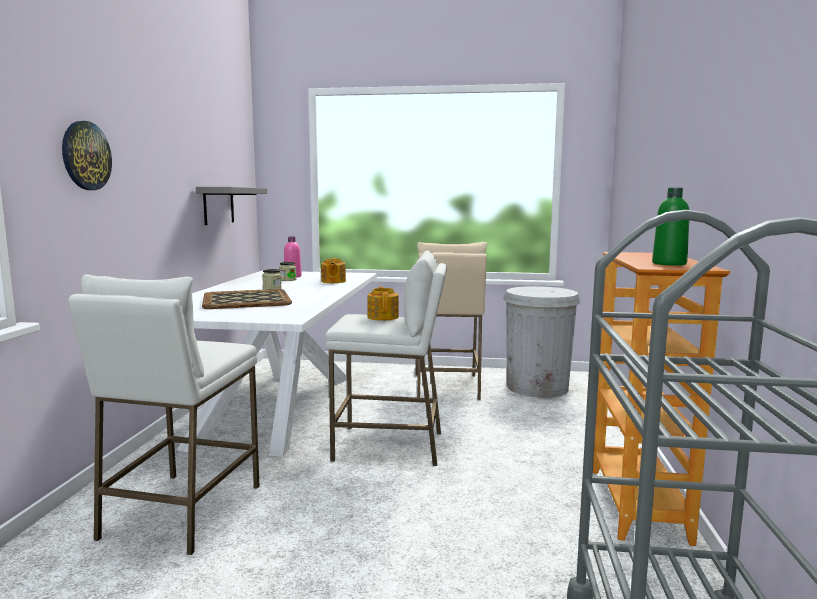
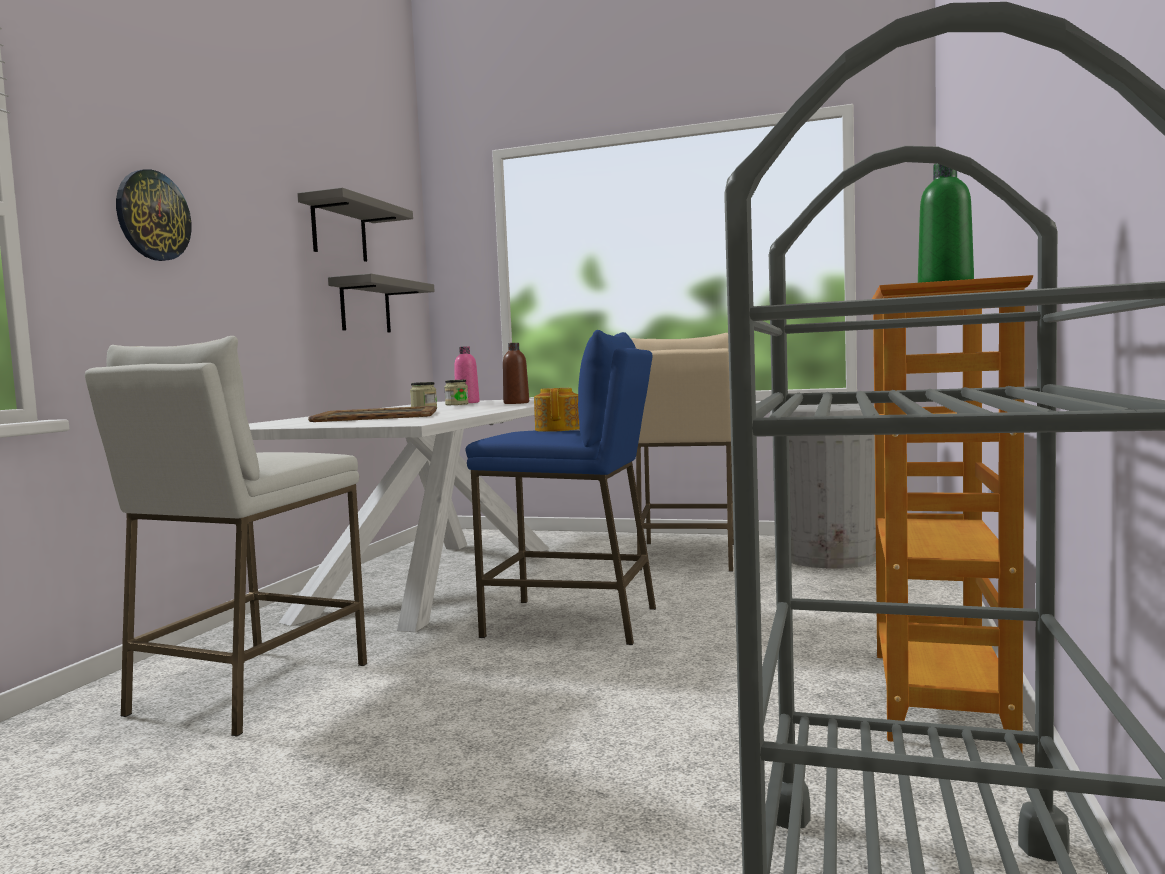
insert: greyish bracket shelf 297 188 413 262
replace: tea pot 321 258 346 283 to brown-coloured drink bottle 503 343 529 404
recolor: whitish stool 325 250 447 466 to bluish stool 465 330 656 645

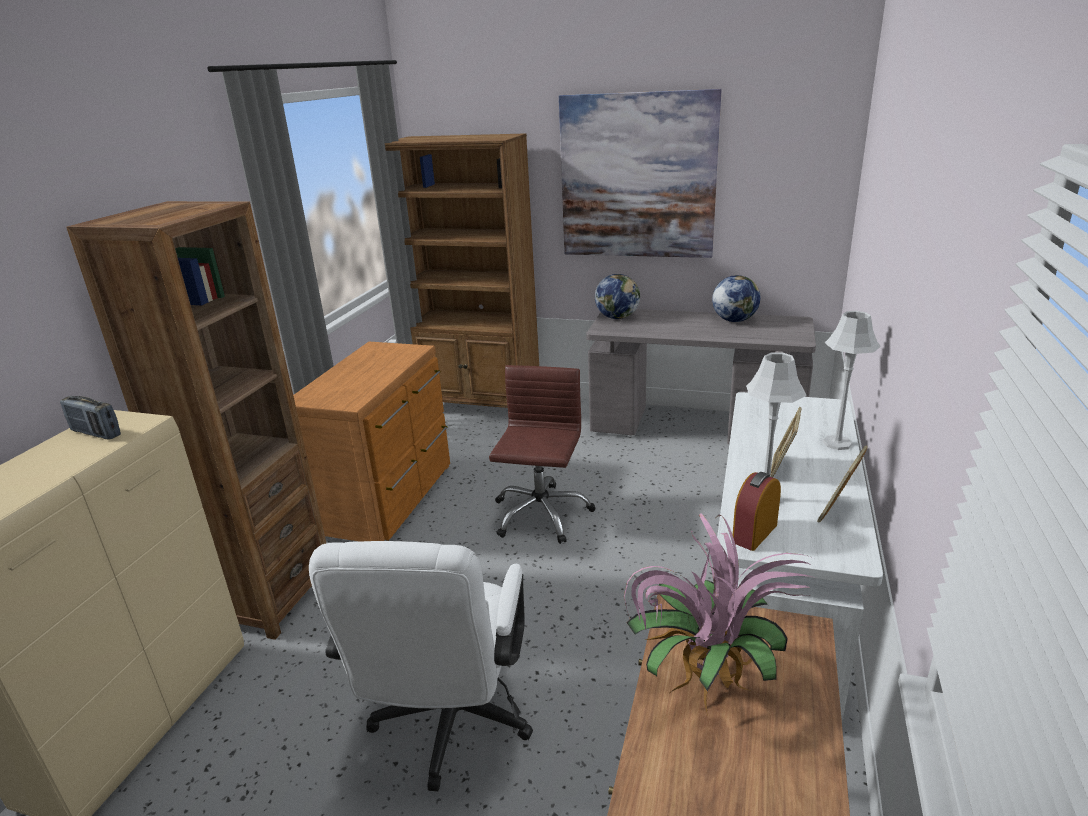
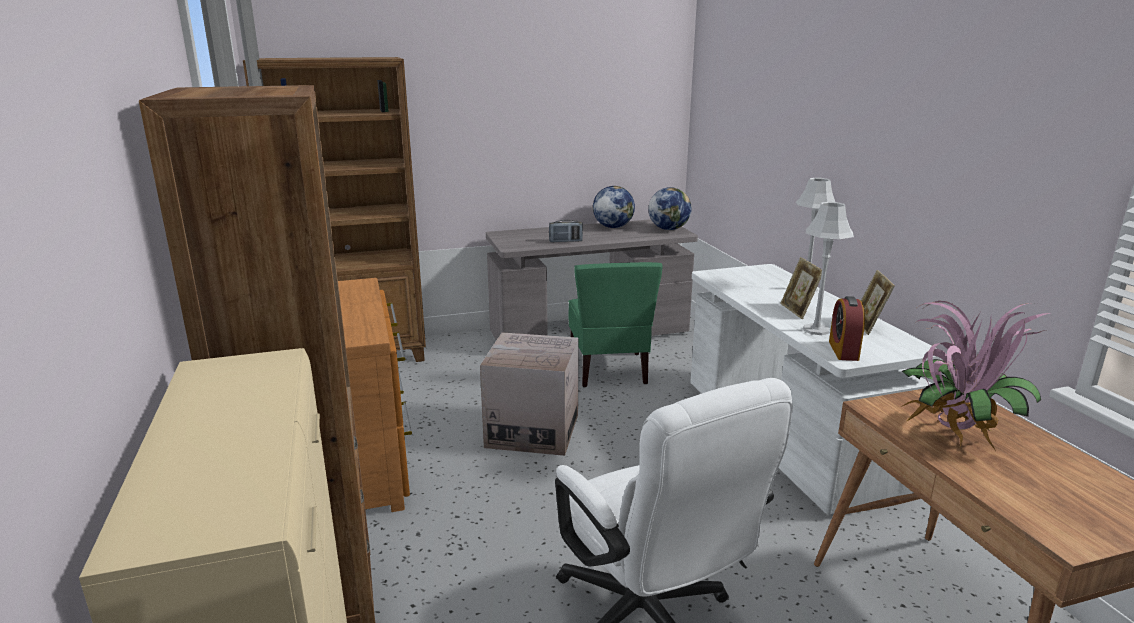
delete: wall art 559 89 722 258
insert: greenish plain chair 568 262 663 387
move: radio set 60 396 121 440 to 549 220 583 242; globe 595 274 640 319 to 648 187 692 230
replace: brown-coloured computer chair 489 365 596 544 to packing box 480 332 579 456

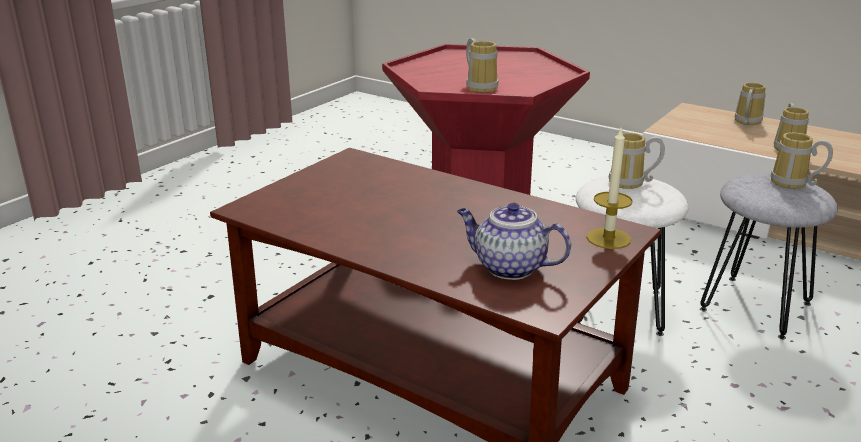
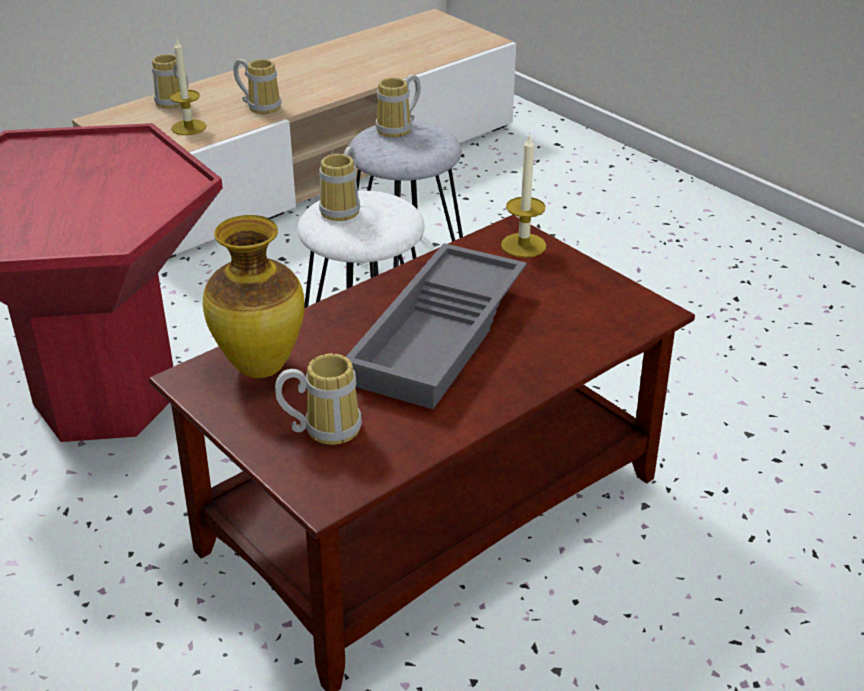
delete: tea pot 457 203 571 280
insert: candle 169 40 206 135; vase 203 215 304 378; greyish carrying tray 346 243 527 409
move: tea mug 466 38 498 93 to 275 353 362 445

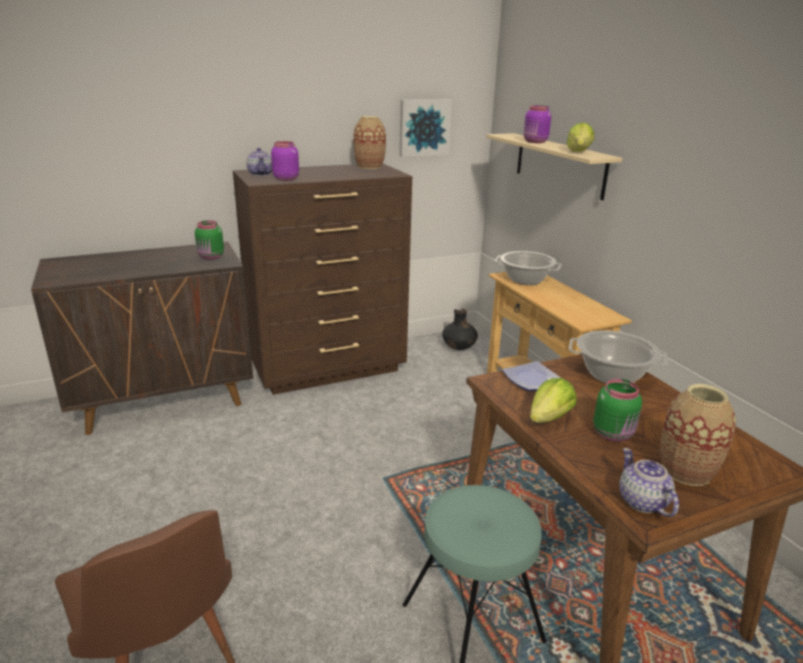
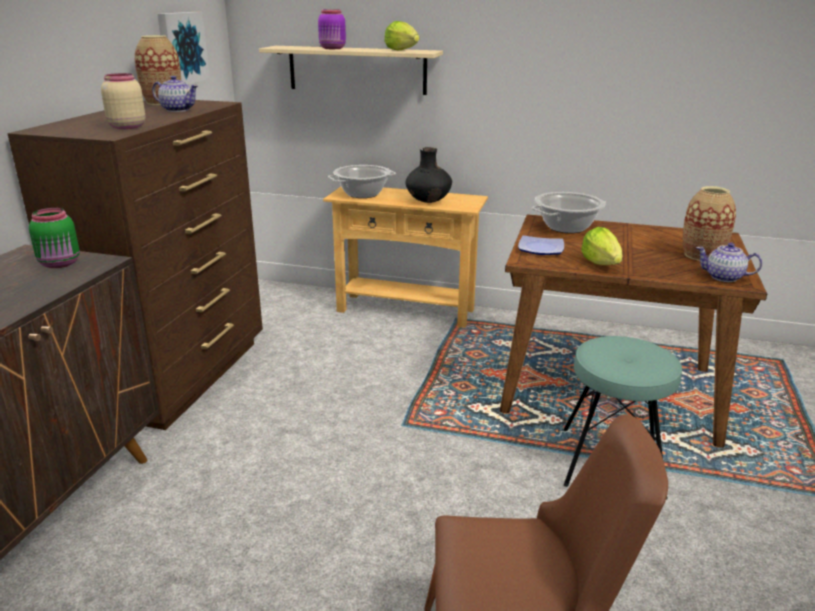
delete: greenish storage jar 593 379 642 441
move: tea pot 246 148 272 176 to 152 76 198 112; black-coloured vase 442 308 478 350 to 405 147 452 203
recolor: purple-coloured storage jar 271 141 299 181 to sand-coloured storage jar 101 73 145 129

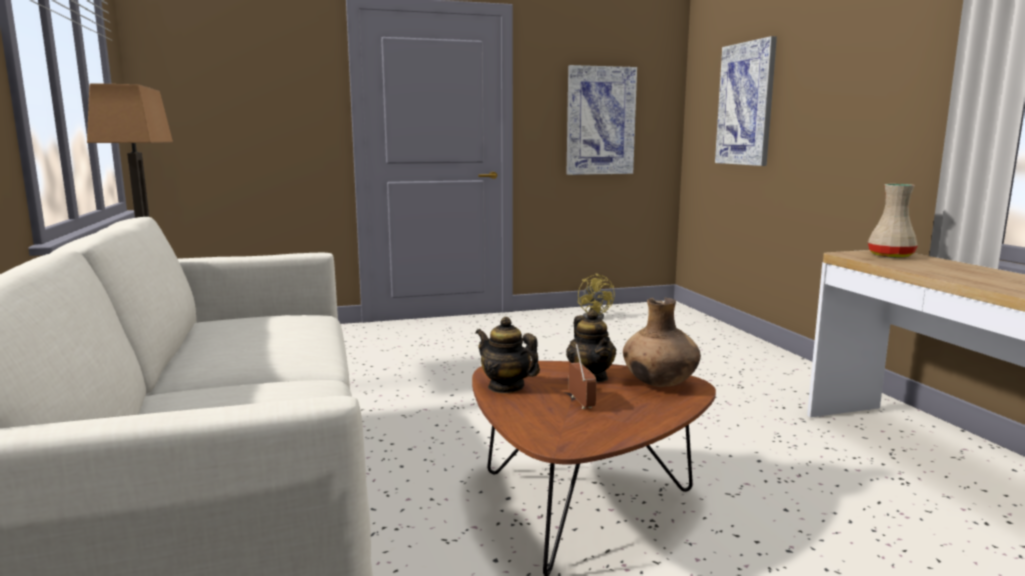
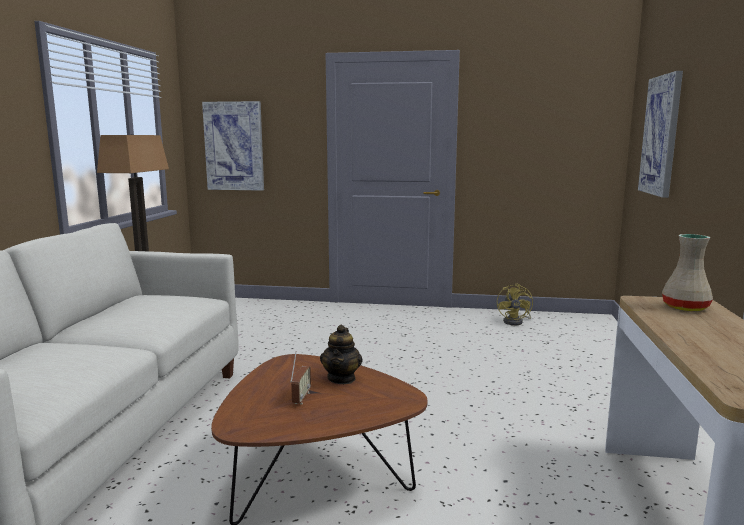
delete: tea pot 476 317 540 393; brown-coloured vase 623 298 701 387
move: wall art 567 65 637 175 to 202 101 264 191

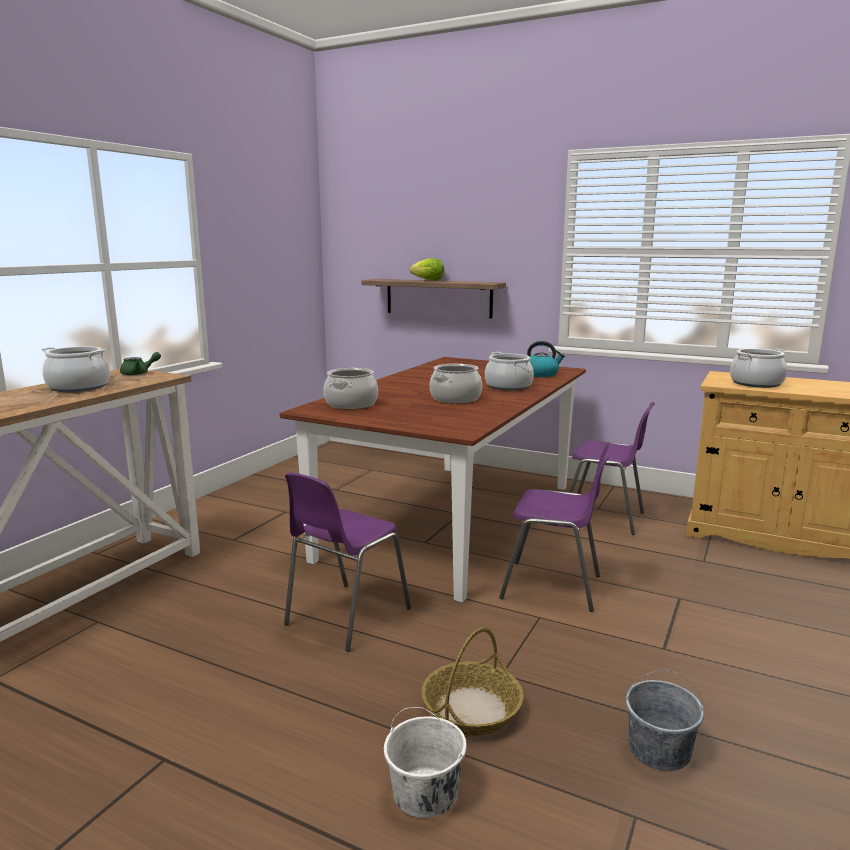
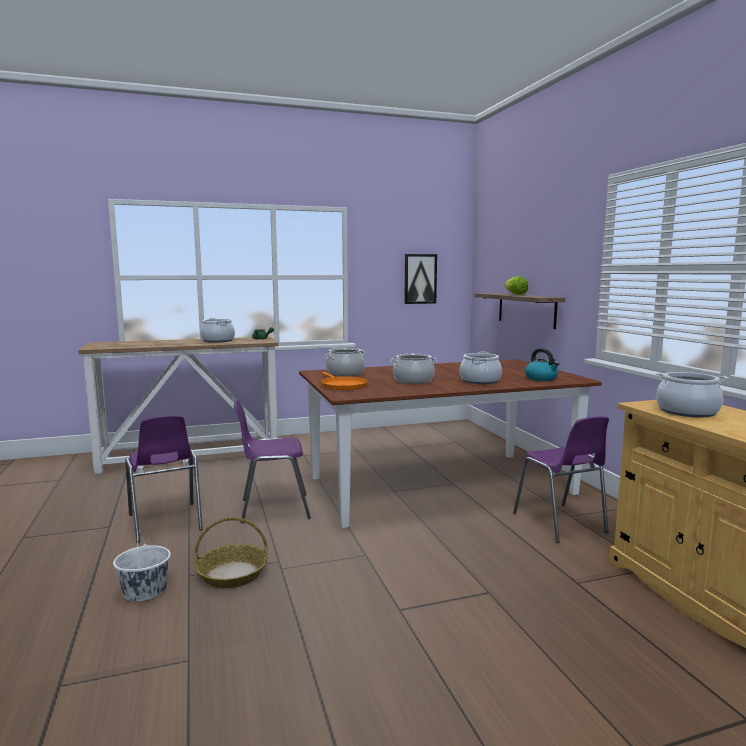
delete: greyish bucket 625 670 704 771
insert: orangey skillet 321 372 368 390; wall art 404 254 437 304
move: purple-coloured plain chair 499 442 612 612 to 125 415 203 542

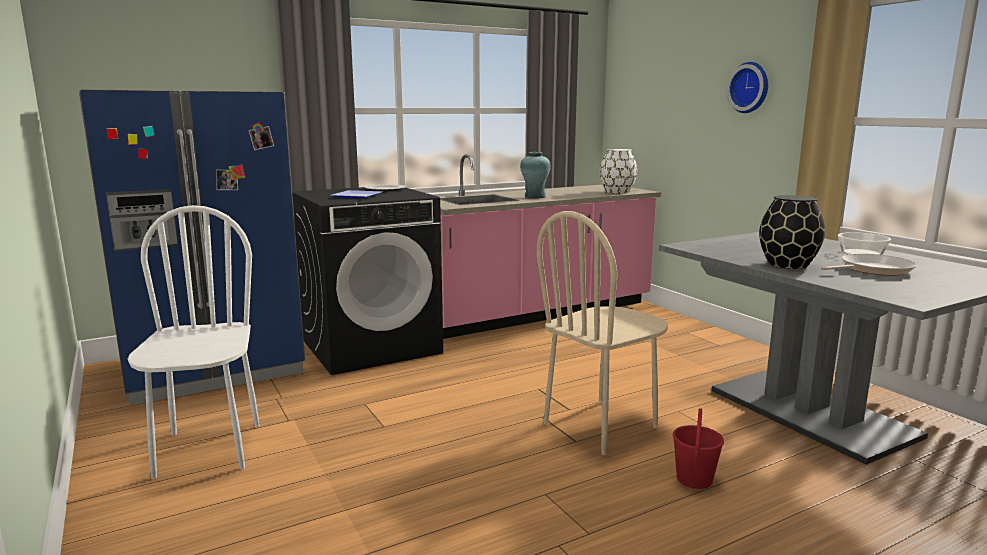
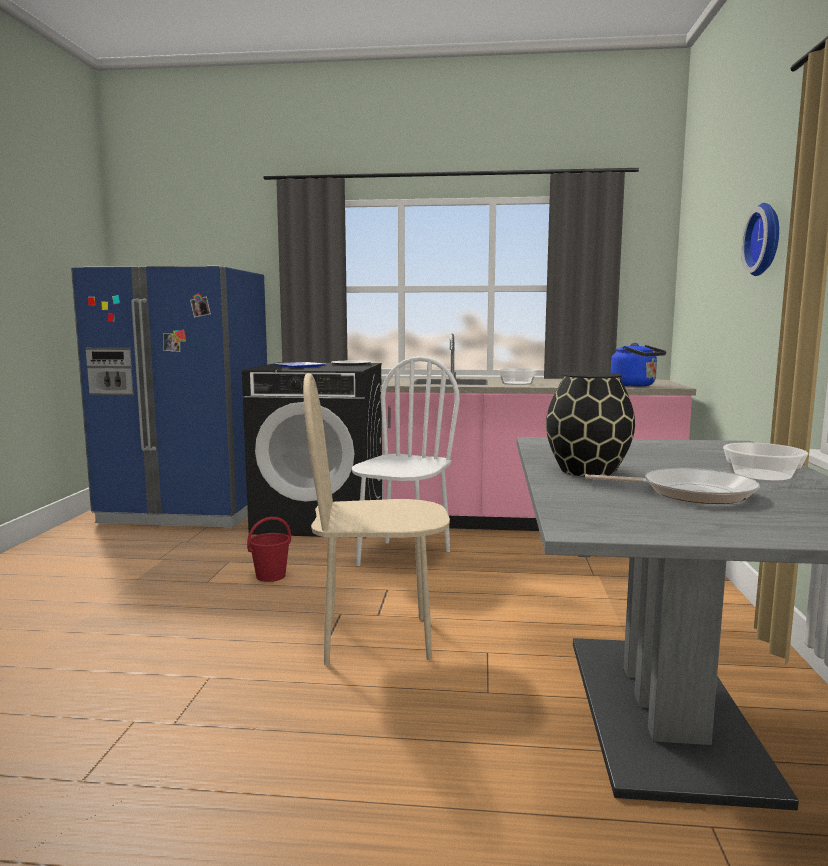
move: whitish plain chair 128 205 260 479 to 352 356 460 566; red-coloured bucket 673 408 724 489 to 247 517 291 582
replace: turquoise-coloured vase 520 152 551 198 to bowl 498 368 537 385; whitish vase 600 149 637 194 to bluish kettle 611 343 666 387

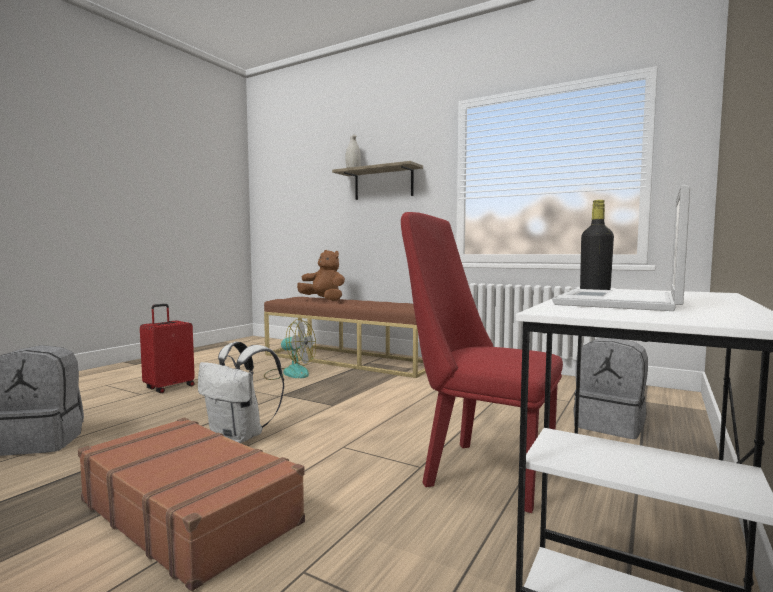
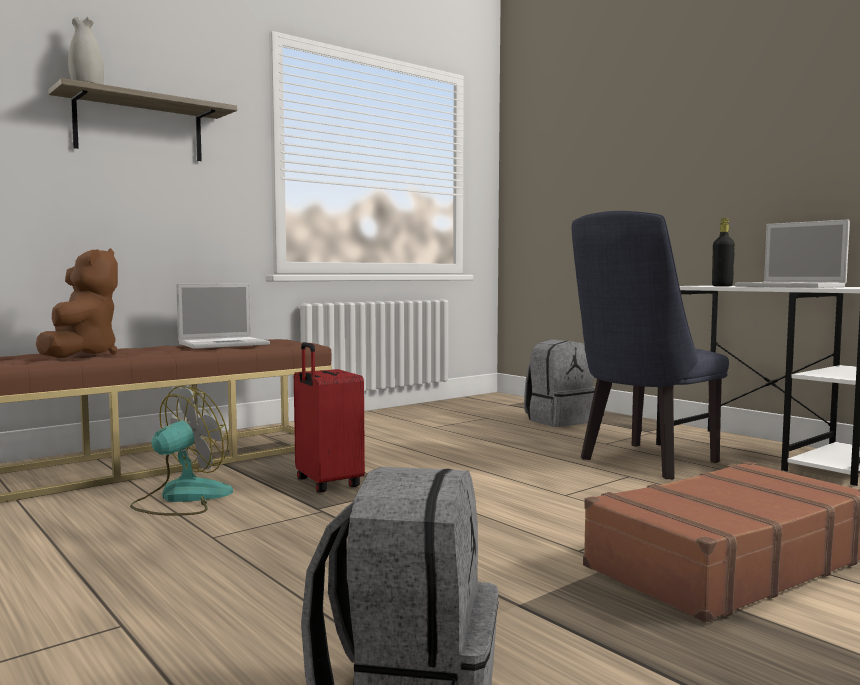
delete: whitish backpack 198 342 284 443
insert: notebook computer 176 283 270 349
move: red-coloured piece of luggage 140 304 195 393 to 294 342 365 493
recolor: red-coloured plain chair 401 212 563 513 to bluish plain chair 571 211 729 479
rotate: brown-coloured cuddly toy 297 250 345 301 = 36 248 118 358 120 degrees clockwise

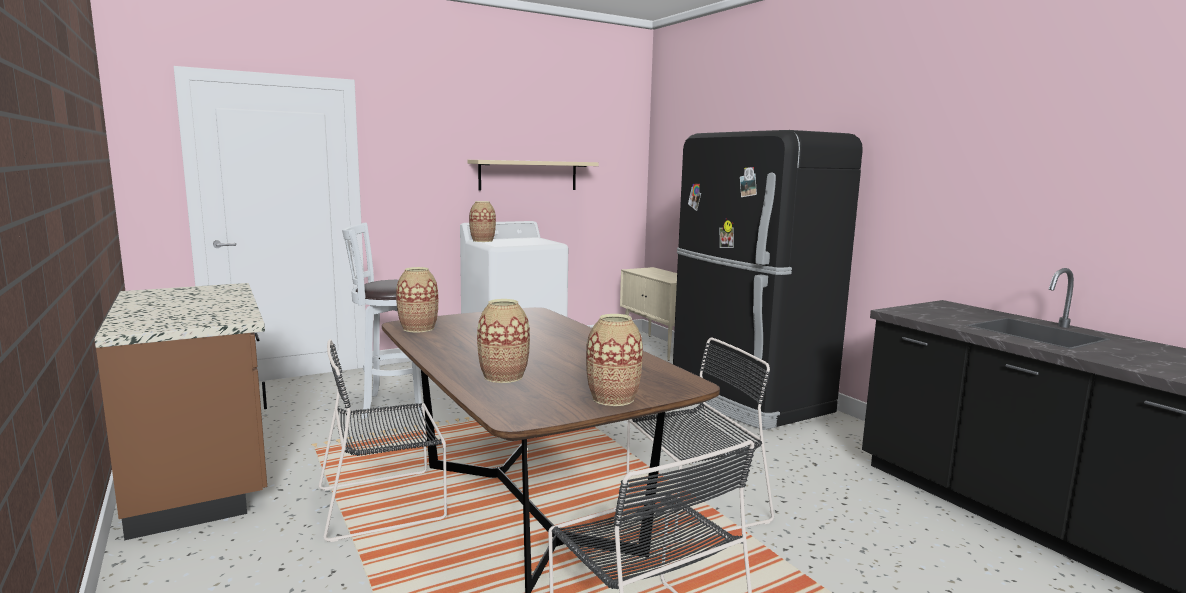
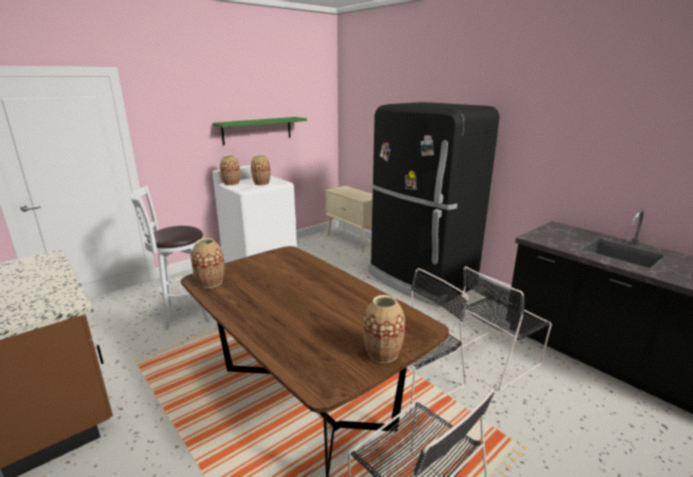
move: black-coloured plain chair 319 339 447 542 to 448 266 552 390; vase 477 299 530 383 to 251 155 270 185
recolor: sand-coloured bracket shelf 467 160 599 190 to greenish bracket shelf 213 117 307 145

